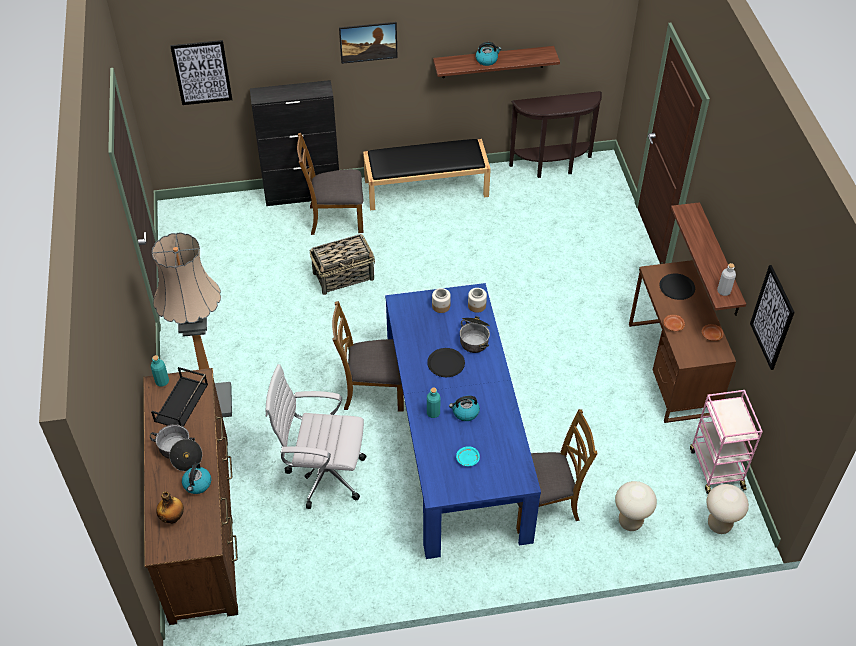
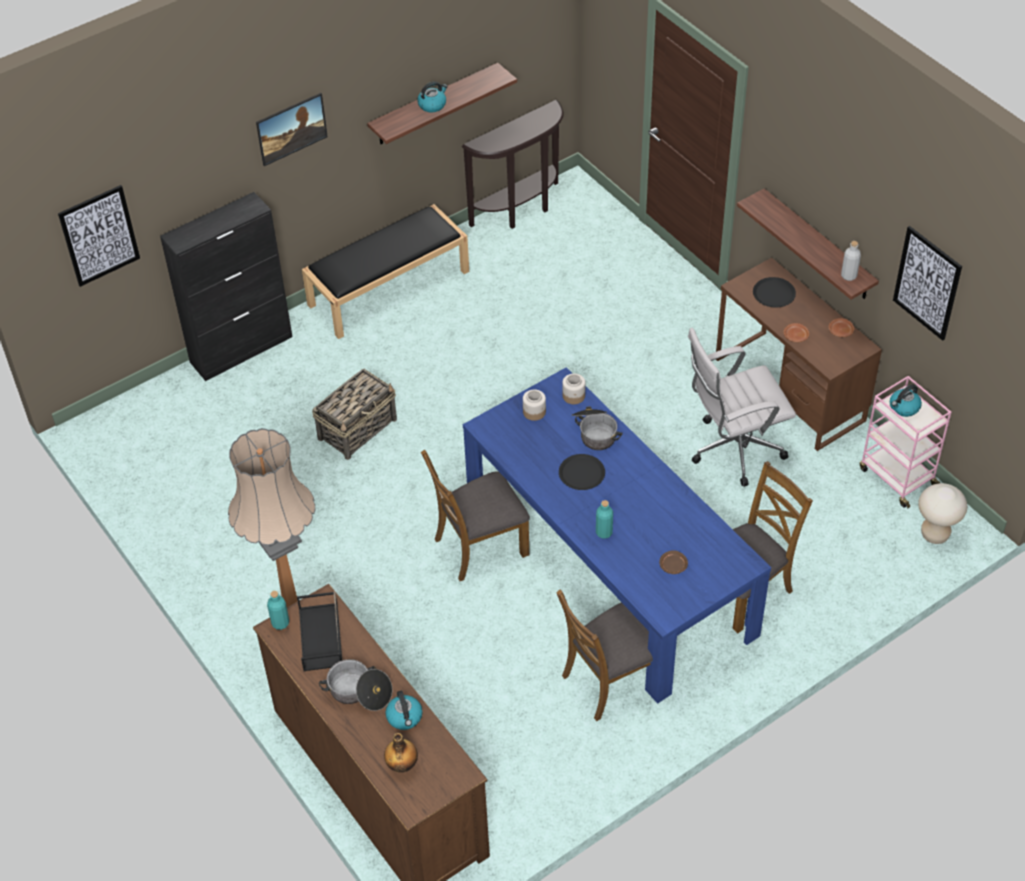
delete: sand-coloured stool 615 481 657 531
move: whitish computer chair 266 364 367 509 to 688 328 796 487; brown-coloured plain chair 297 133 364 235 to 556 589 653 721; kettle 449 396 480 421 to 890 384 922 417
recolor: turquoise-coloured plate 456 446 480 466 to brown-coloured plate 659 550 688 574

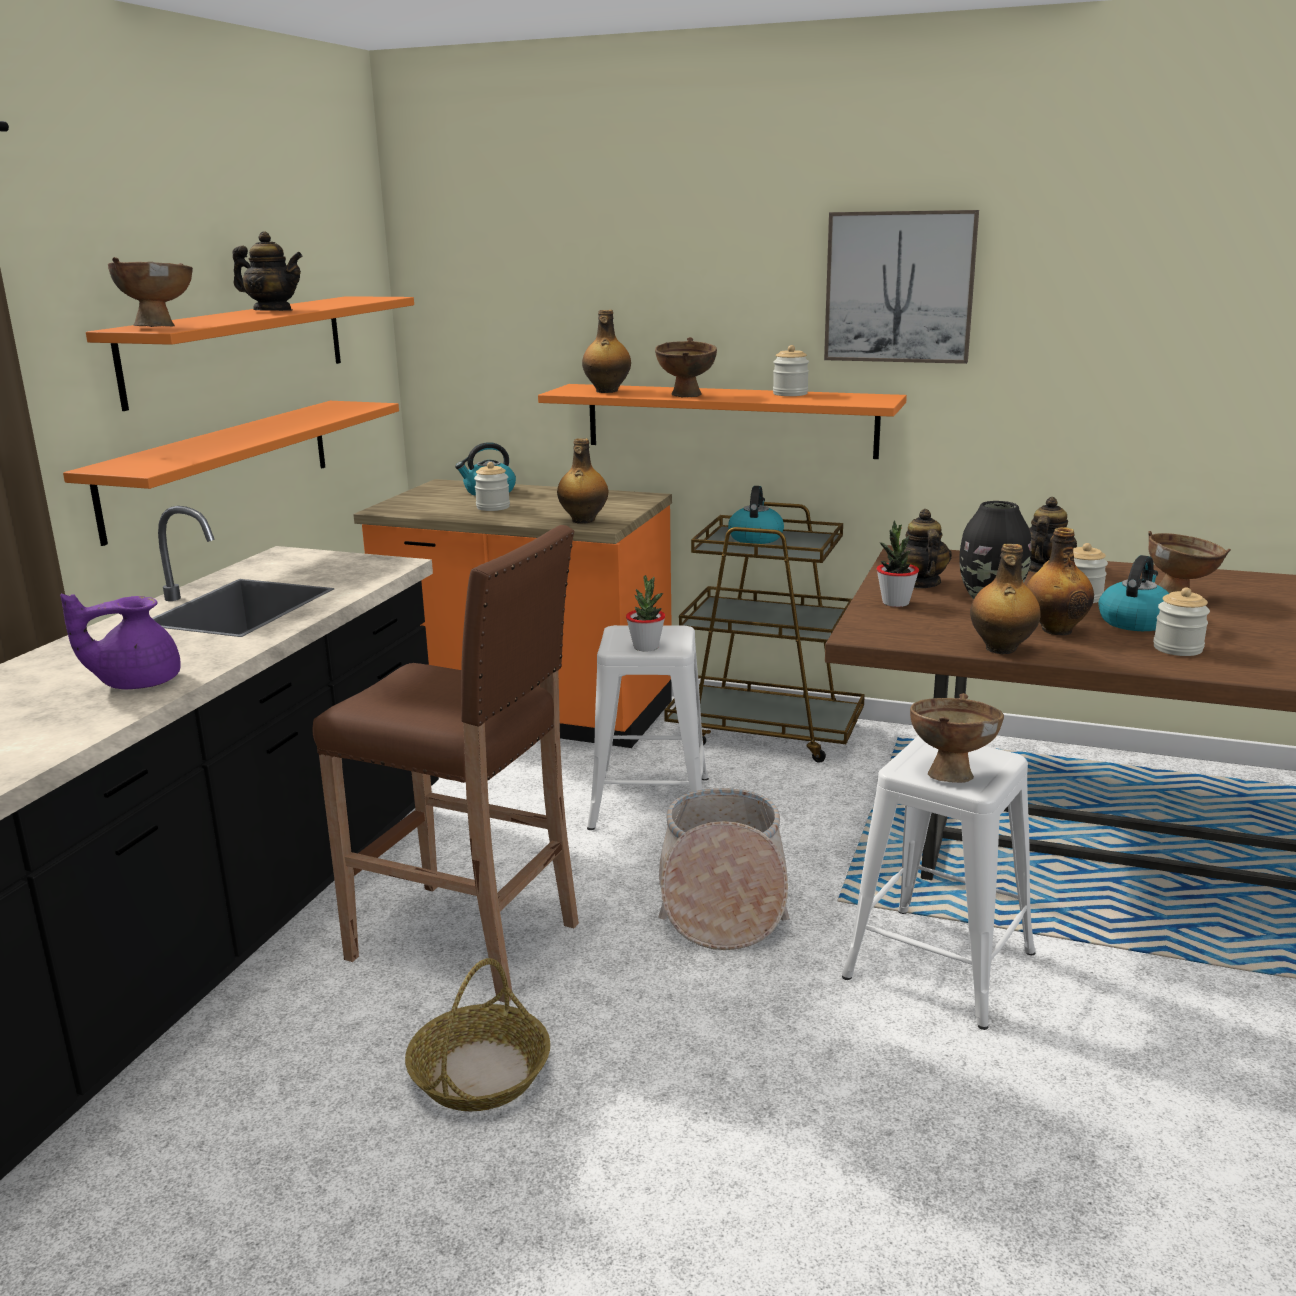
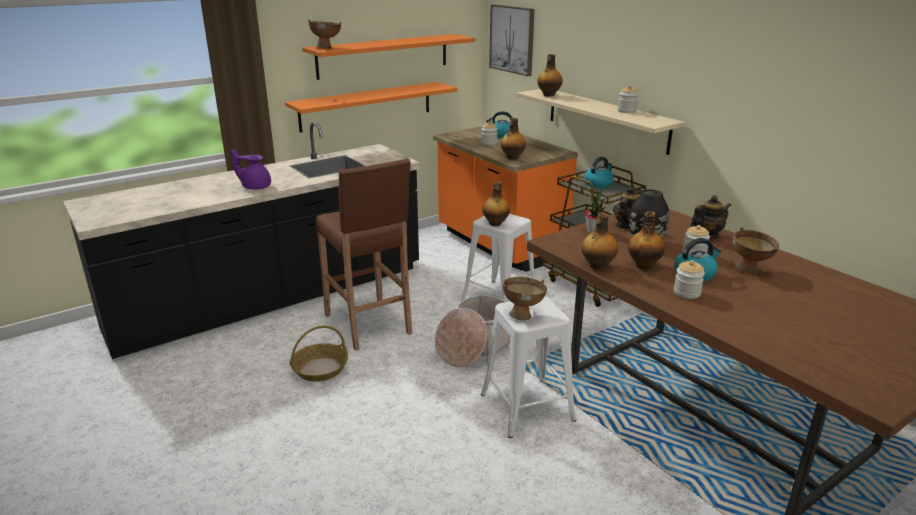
delete: tea pot 233 231 303 311; brown-coloured bowl 655 337 717 398
move: wall art 824 210 979 364 to 489 4 535 76
replace: plant in a pot 626 575 665 652 to drink bottle 482 181 510 226
recolor: orangey bracket shelf 538 384 907 459 to sand-coloured bracket shelf 516 89 685 155

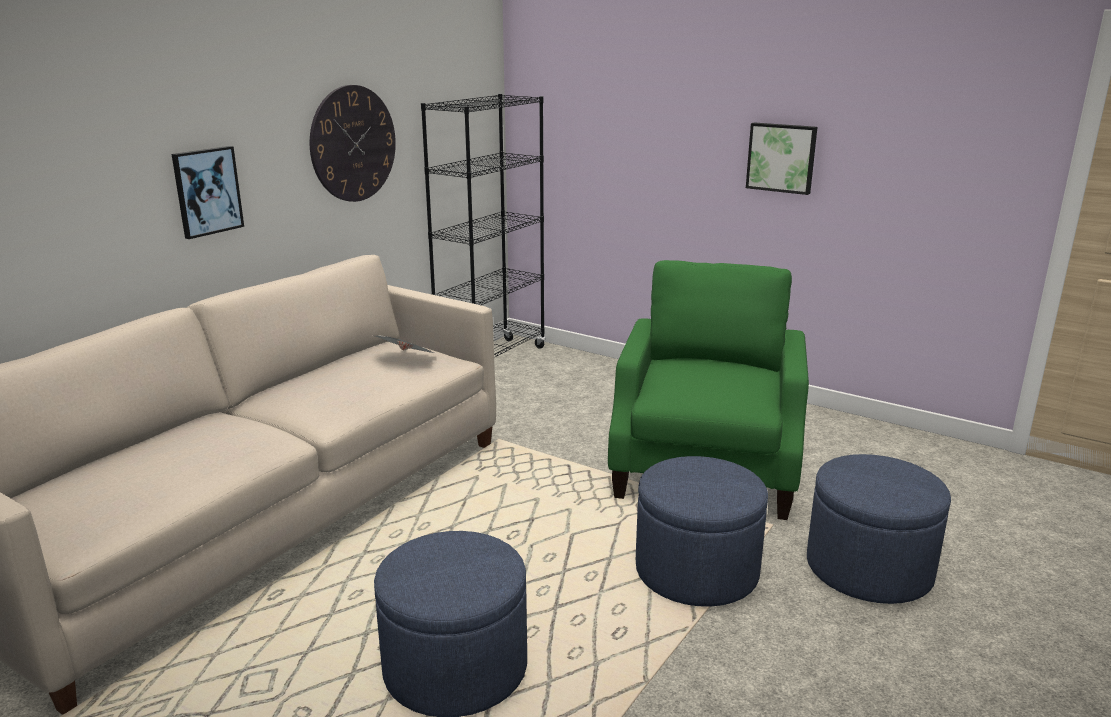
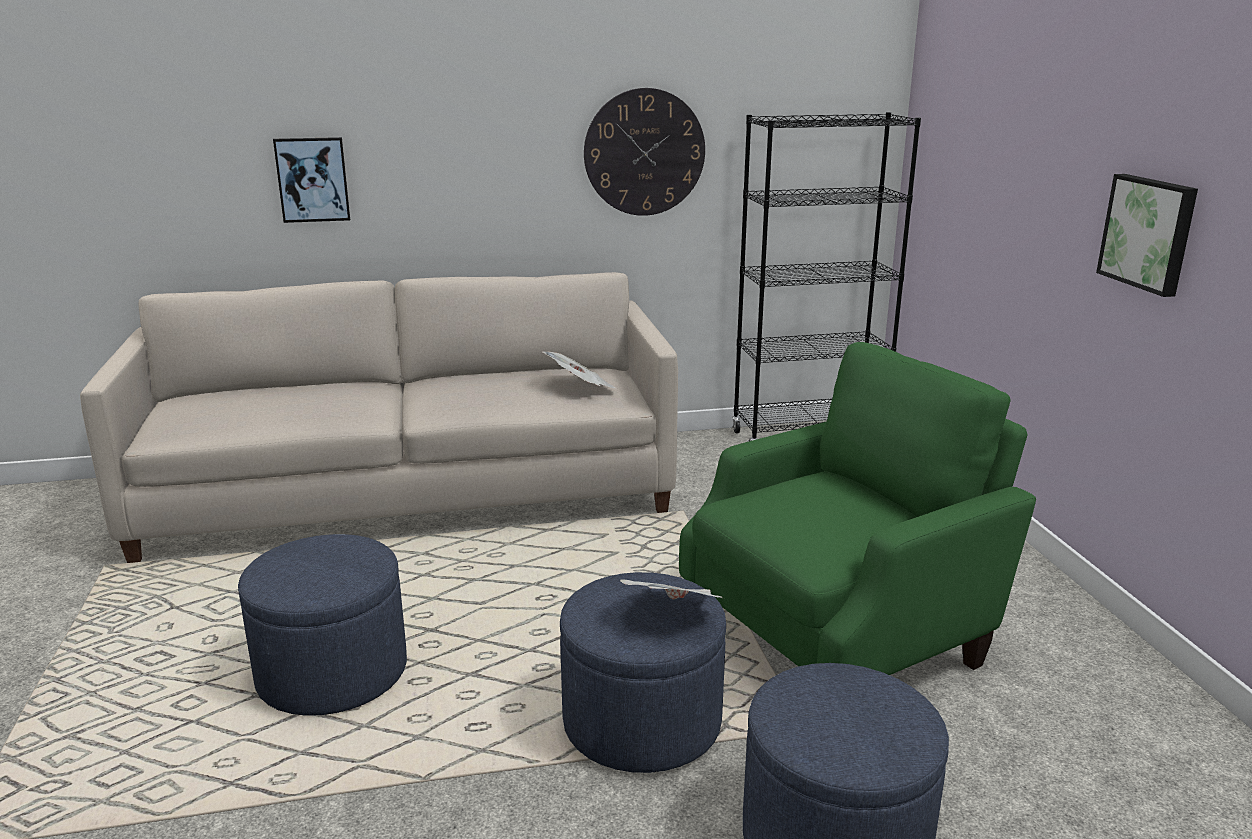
insert: printed paper 620 579 724 599
move: wall art 172 146 244 239 to 273 137 350 223

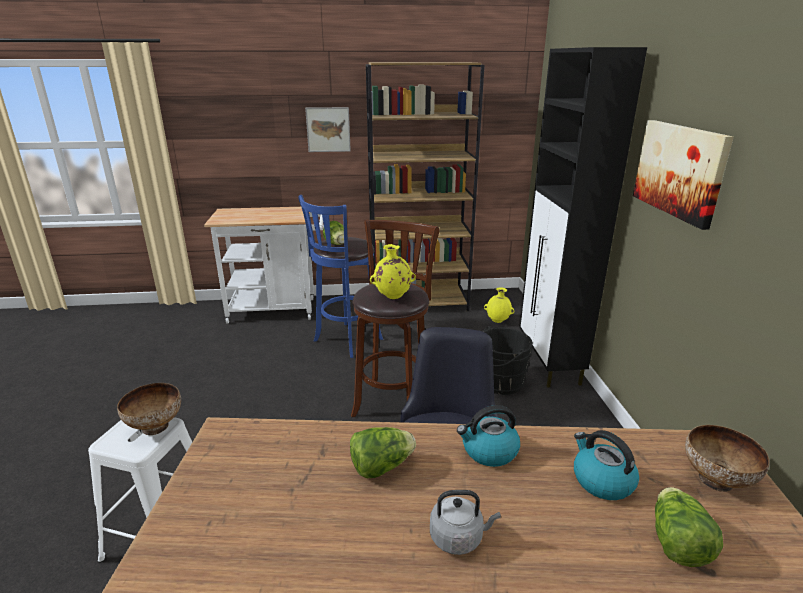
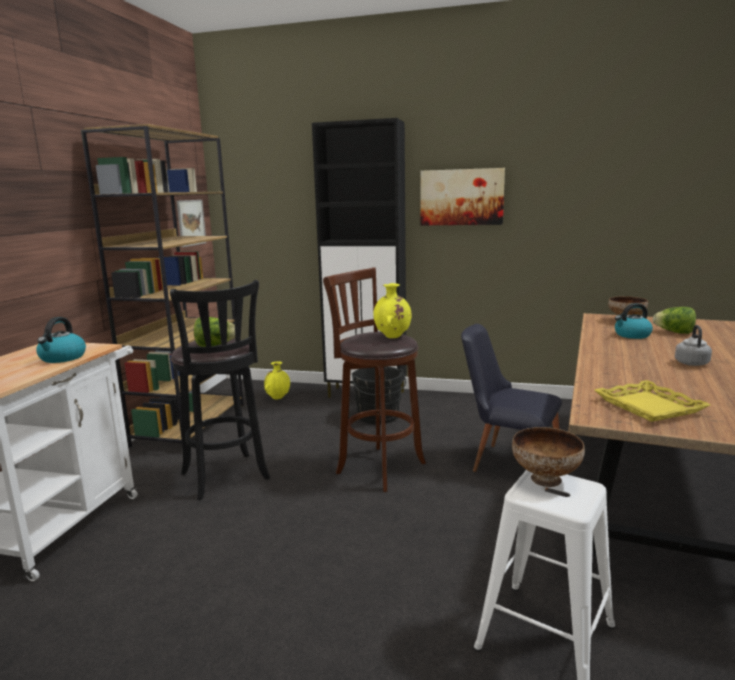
delete: lettuce 350 427 416 478
insert: yellow-coloured carrying tray 595 380 710 422
move: wall art 305 107 351 152 to 176 200 207 247; kettle 457 405 520 467 to 36 317 86 363
recolor: bluish stool 298 195 383 358 to black-coloured stool 170 280 270 500

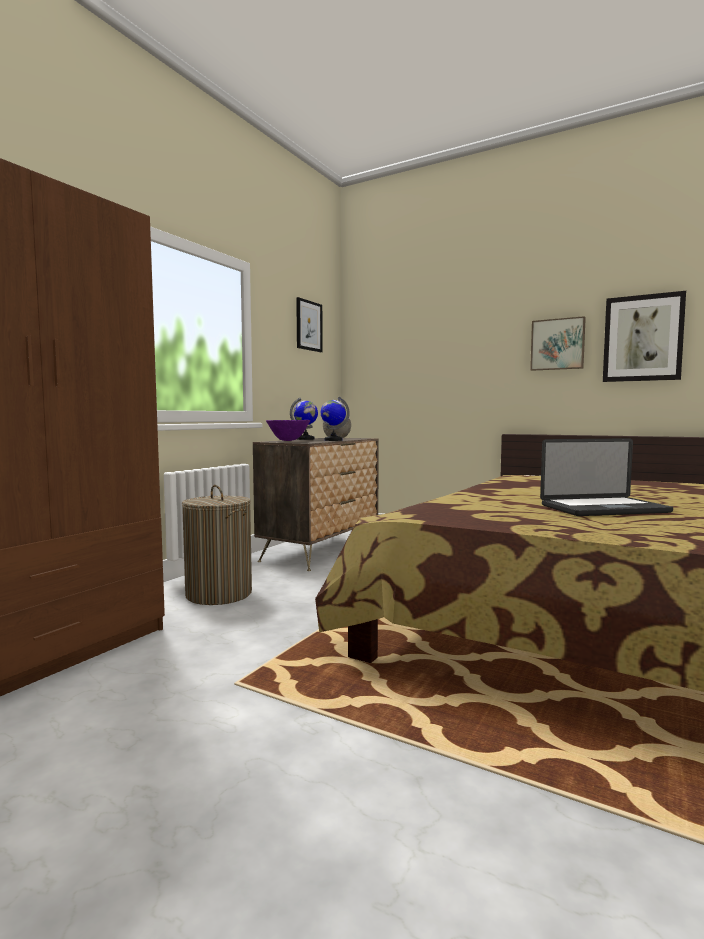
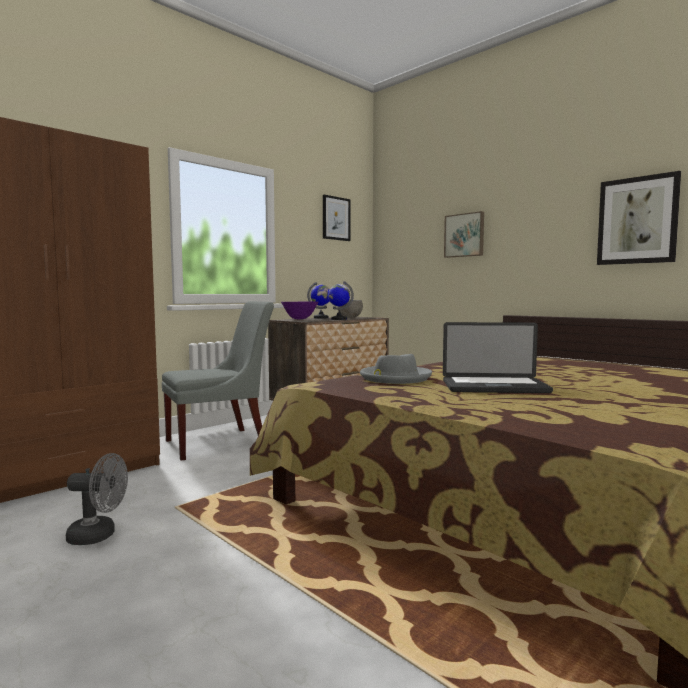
insert: greyish cooling fan 66 453 128 545; greyish hat 360 354 432 384
move: wall art 530 316 586 371 to 444 211 484 258
replace: laundry basket 182 485 252 605 to greyish plain chair 162 301 274 461

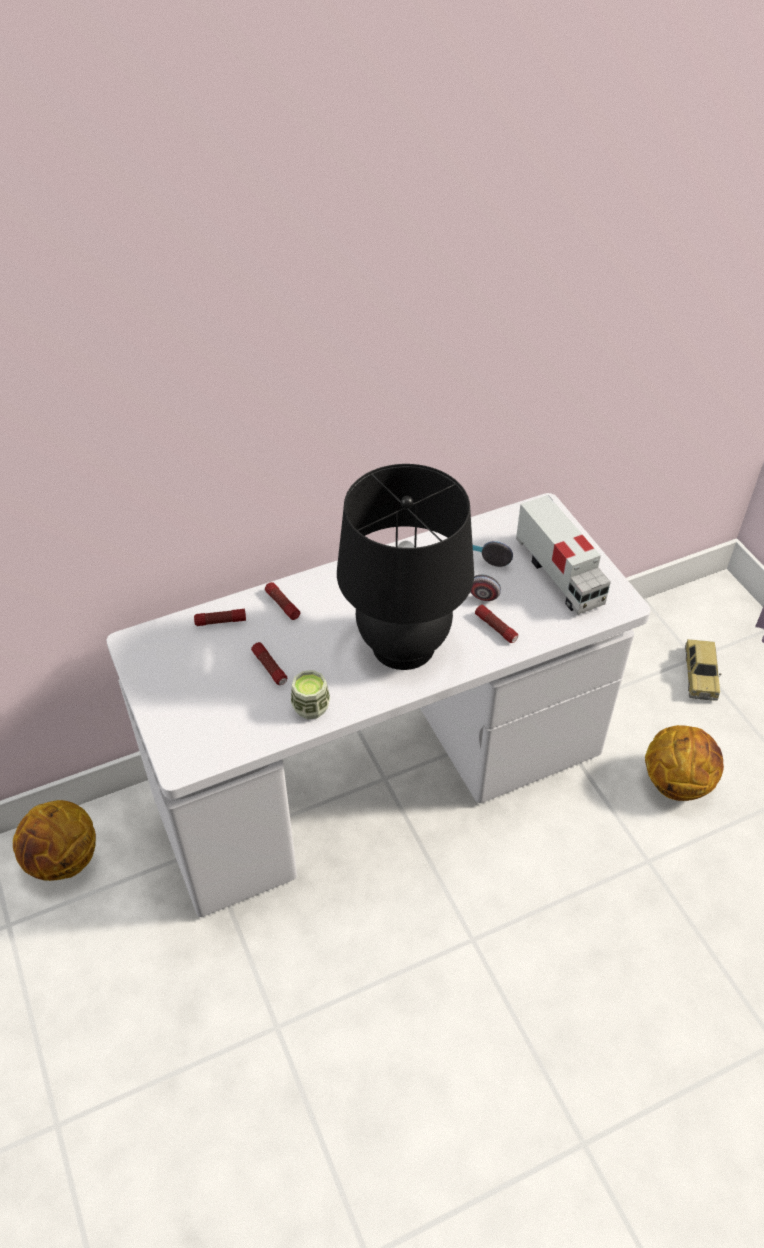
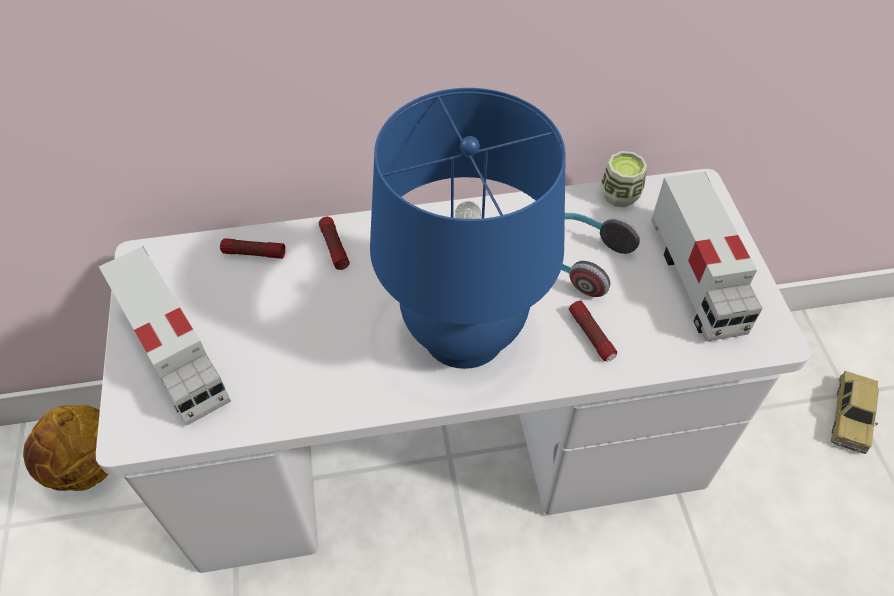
delete: hand torch 251 642 287 685; basketball ball 645 725 724 801
insert: toy truck 99 246 231 425
move: small cup 291 670 330 719 to 600 151 647 207
recolor: black-coloured table lamp 337 464 474 670 to bluish table lamp 370 88 566 369

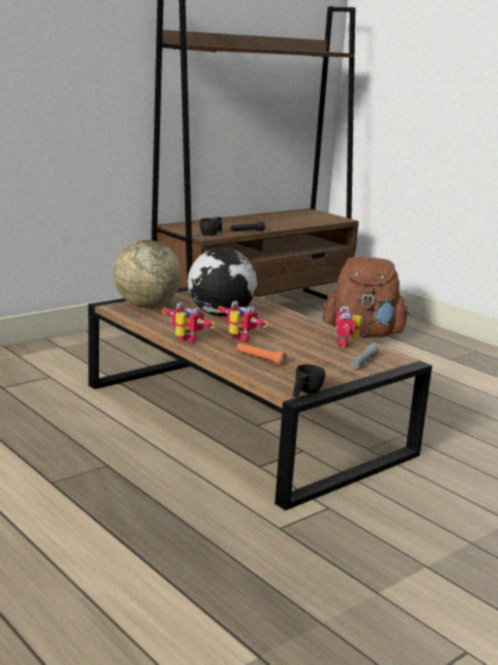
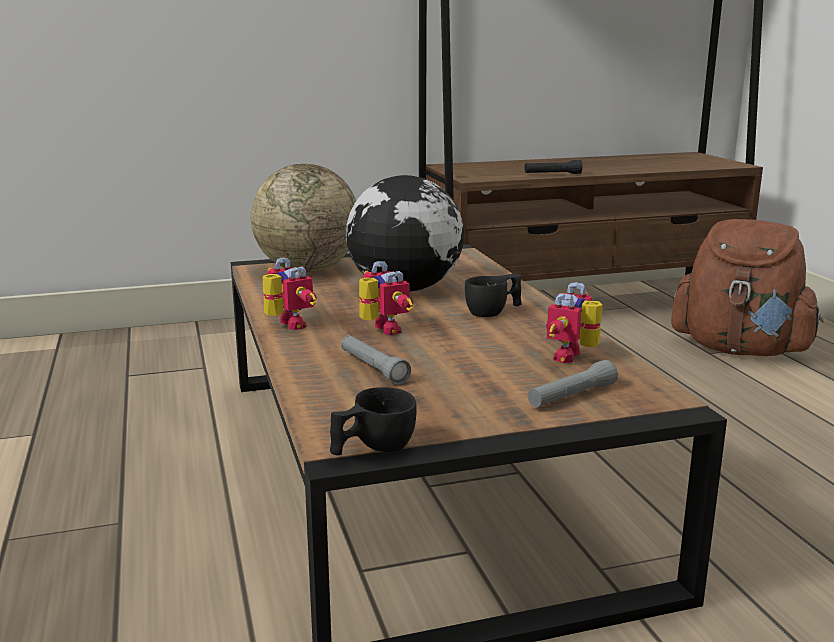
move: black-coloured small cup 200 217 222 236 to 465 274 522 317
recolor: orangey hand torch 236 343 286 365 to greyish hand torch 341 335 411 385

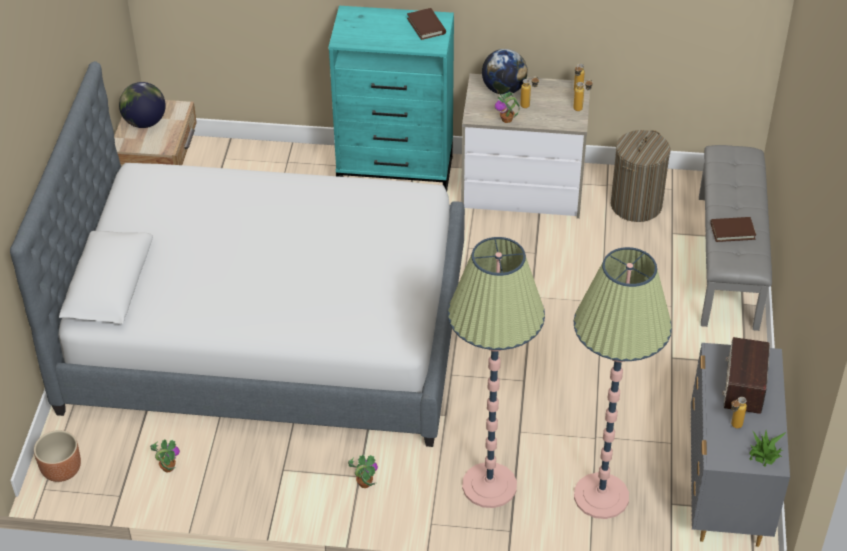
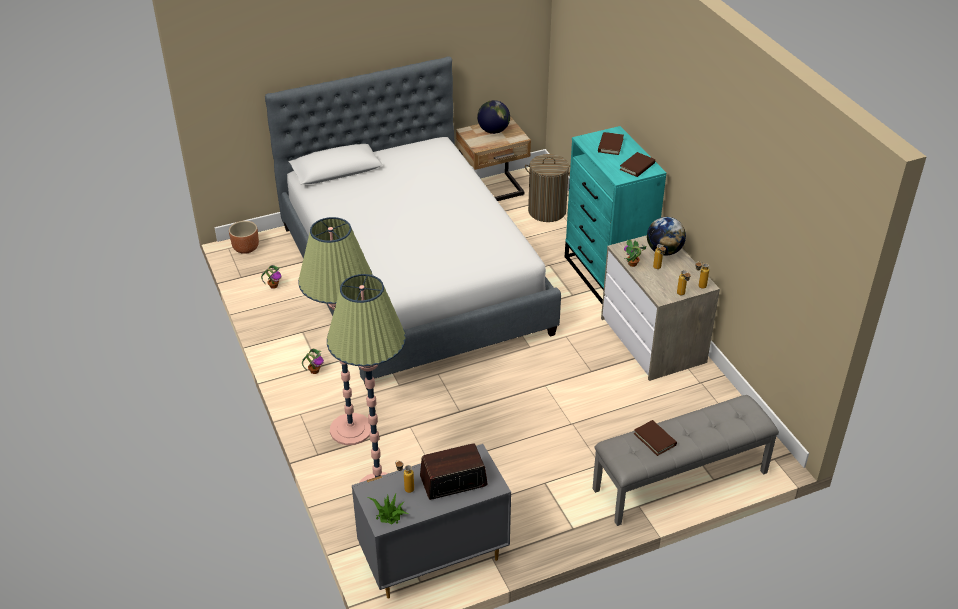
insert: brown-coloured volume 598 132 624 155
move: laundry basket 611 130 670 222 to 525 154 570 222

